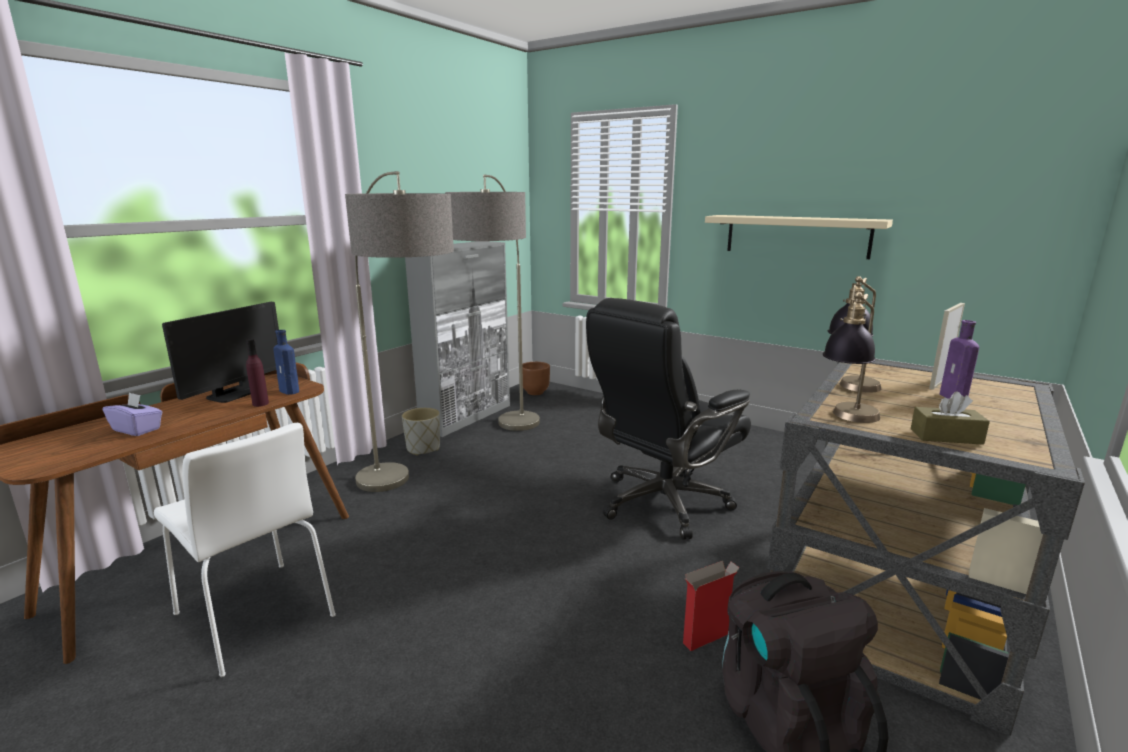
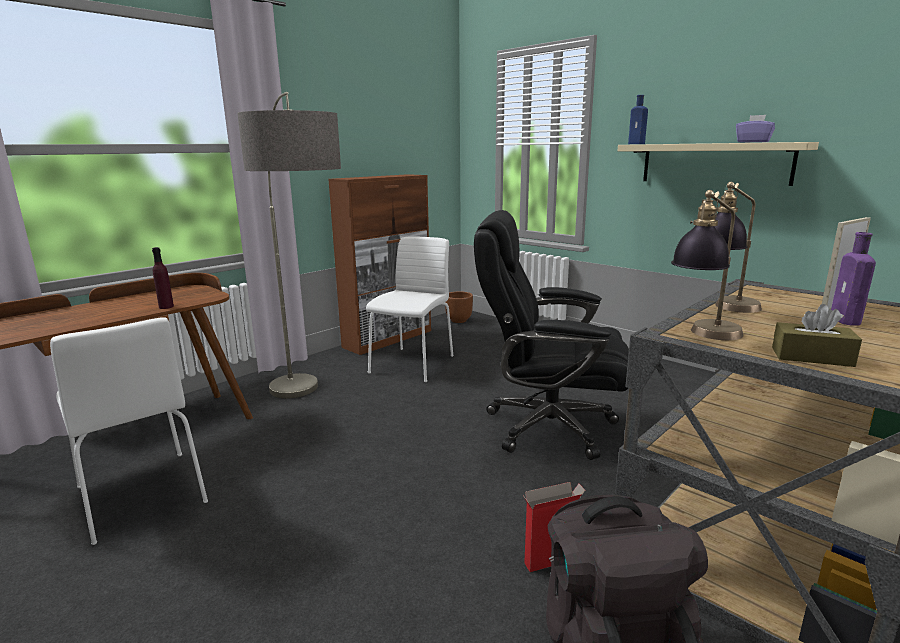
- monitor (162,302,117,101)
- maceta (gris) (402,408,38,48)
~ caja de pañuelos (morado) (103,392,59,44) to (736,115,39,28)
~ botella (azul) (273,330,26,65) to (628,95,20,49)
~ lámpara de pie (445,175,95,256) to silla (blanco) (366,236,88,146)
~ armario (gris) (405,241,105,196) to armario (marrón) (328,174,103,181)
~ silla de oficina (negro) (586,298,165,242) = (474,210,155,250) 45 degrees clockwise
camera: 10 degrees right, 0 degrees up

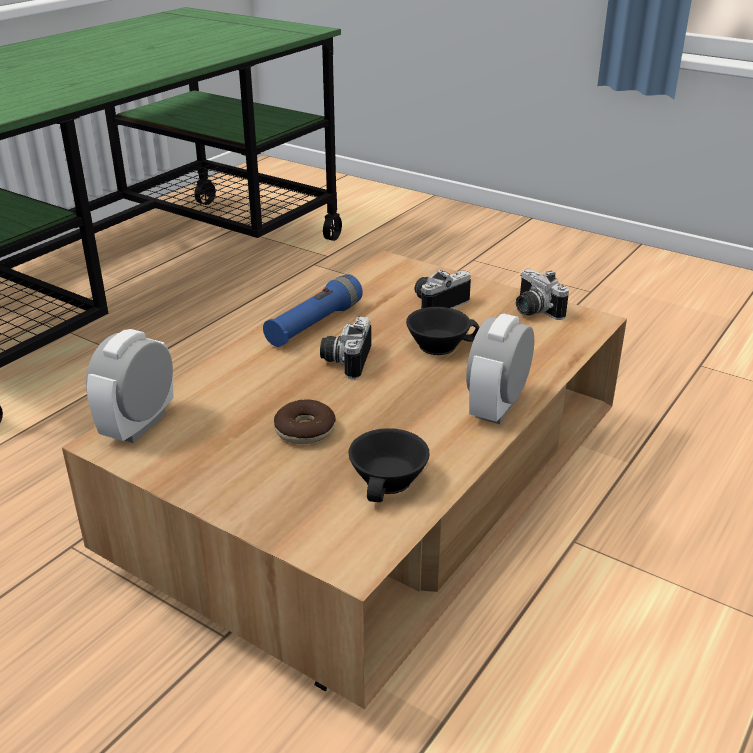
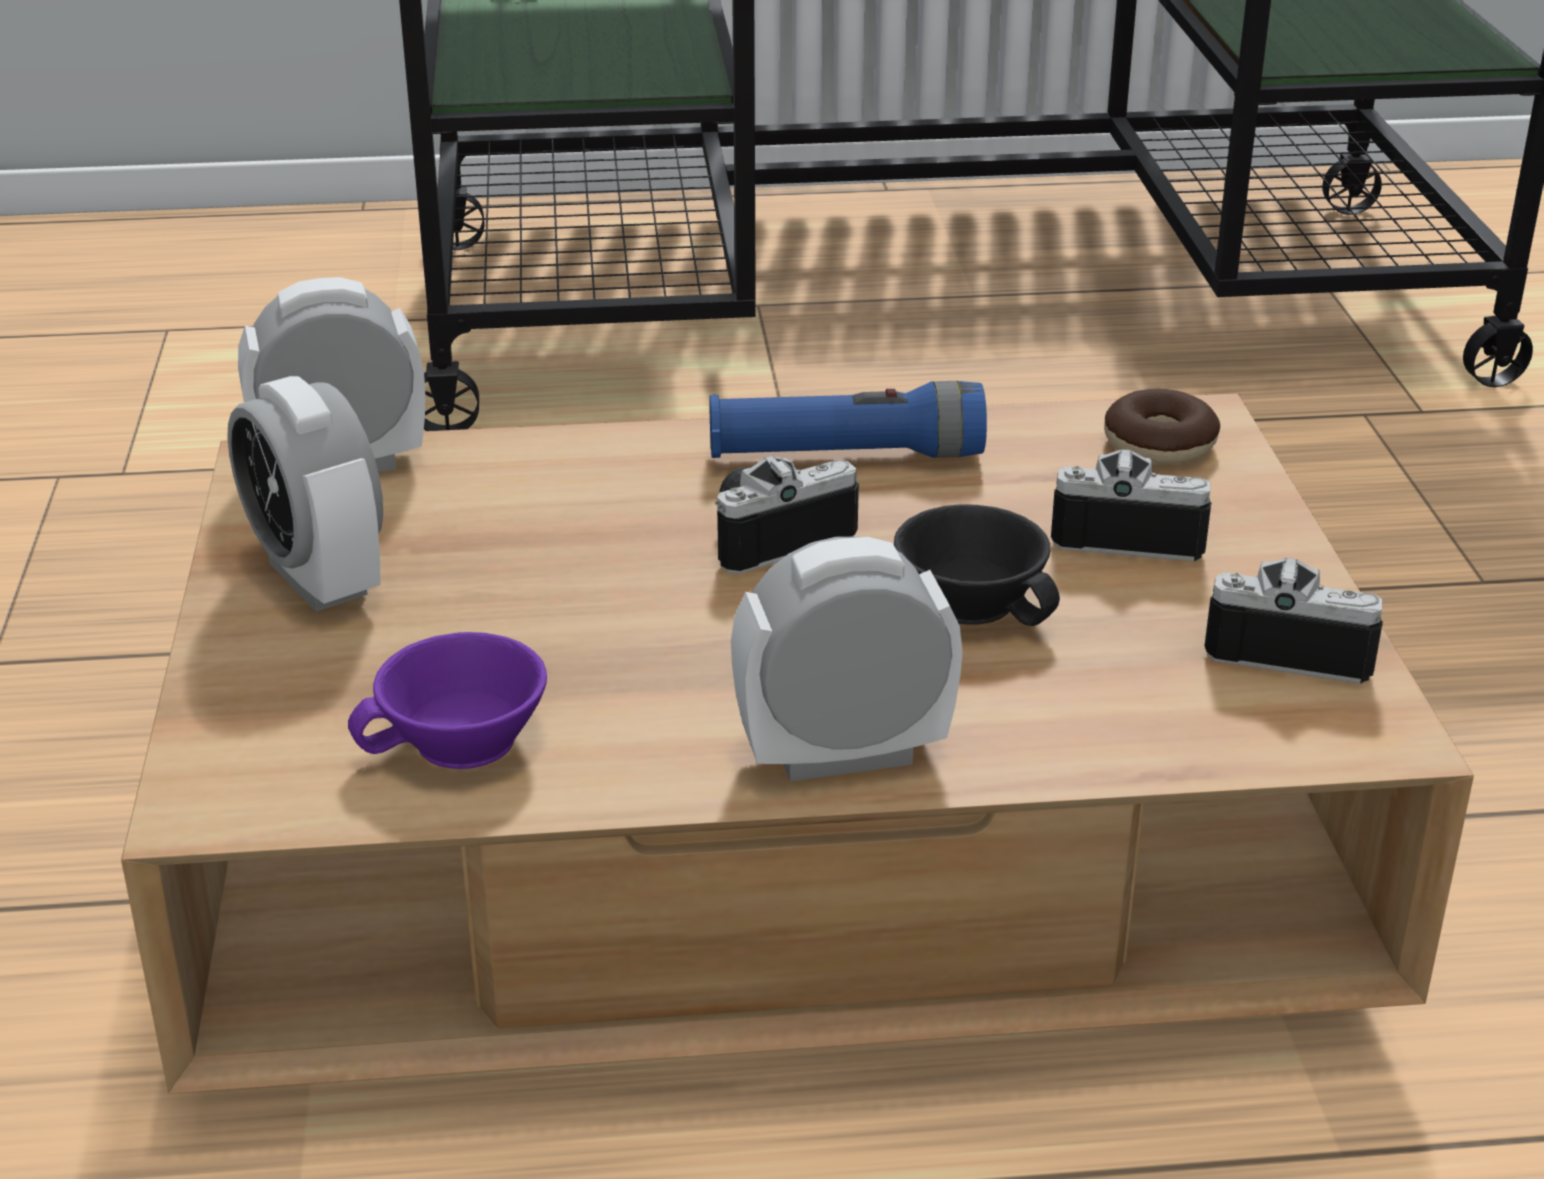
+ despertador (227,376,156,236)
~ rosquilla (274,400,62,44) to (1104,389,116,75)
~ taza (negro) (348,428,82,74) to taza (morado) (348,632,199,137)
~ cámara (516,269,53,51) = (1205,558,178,126) 90 degrees clockwise
camera: 50 degrees right, 0 degrees up

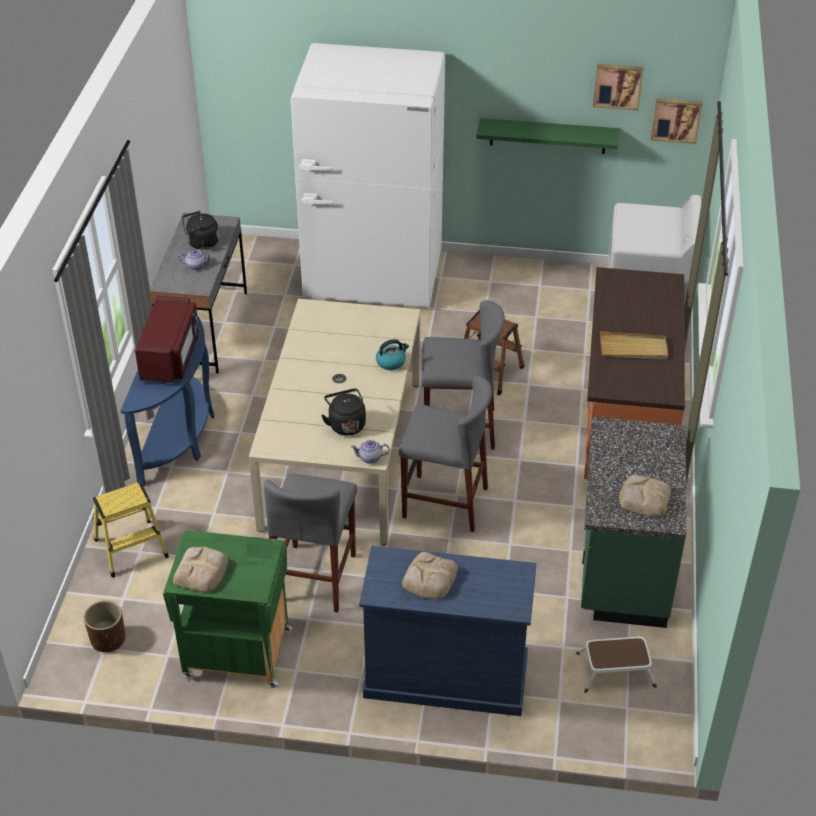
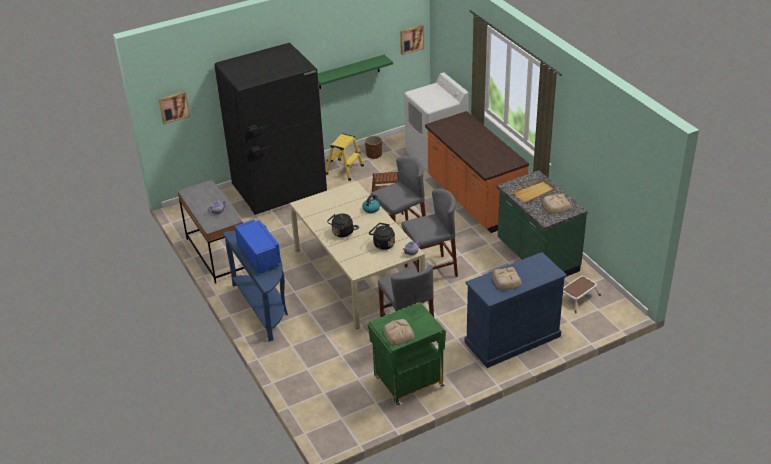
~ maceta (marrón) (84,600,41,52) to (365,136,17,23)
~ escalera de tijera (amarillo) (93,481,76,97) to (326,133,38,48)
~ hervidor (negro) (182,211,37,38) to (327,214,27,23)
~ cuadro (593,64,51,47) to (158,91,32,33)
~ bandeja (beis) (600,331,68,29) to (513,180,42,22)
~ microondas (rojo) (135,296,64,88) to microondas (azul) (235,219,46,55)
~ nevera (blanco) (291,43,154,264) to nevera (negro) (214,43,113,172)
camera: 35 degrees left, 5 degrees down

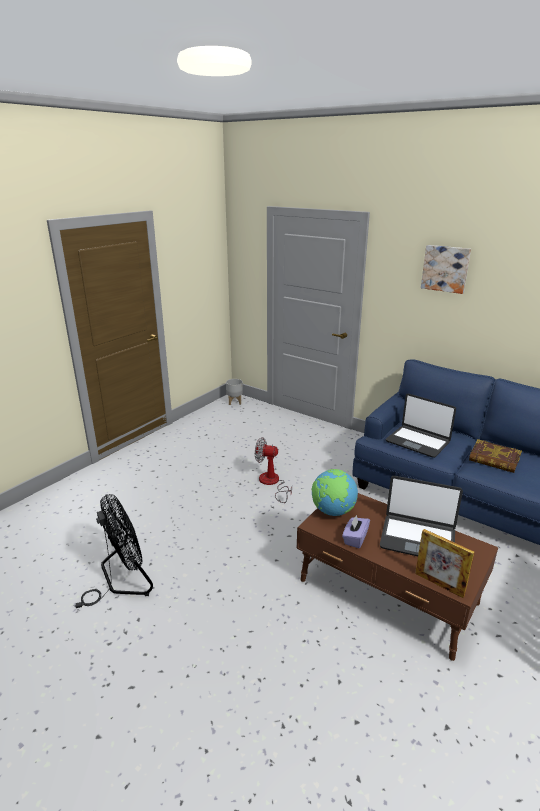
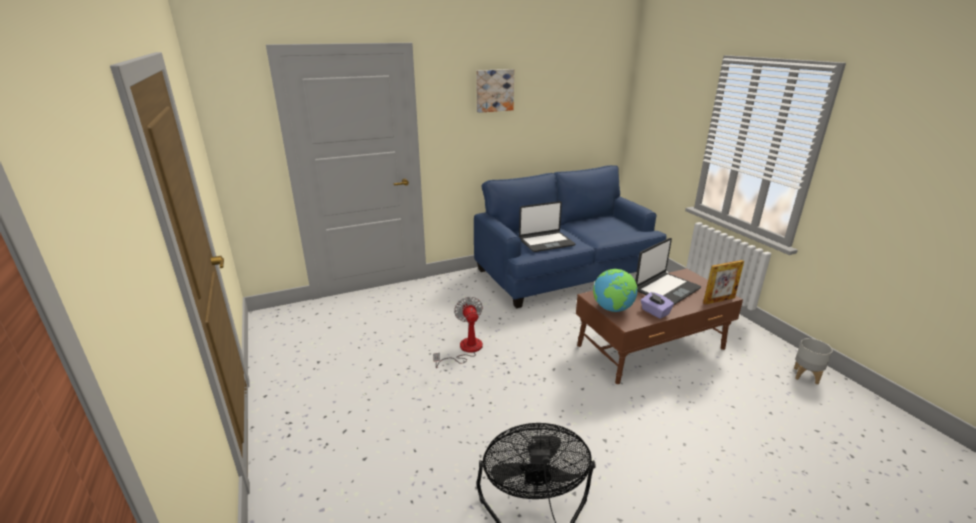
- libro (469,439,53,34)
~ maceta (gris) (226,379,17,26) to (794,338,39,46)
~ ventilador (255,437,37,66) = (433,296,50,72) 120 degrees clockwise
camera: 60 degrees left, 0 degrees up

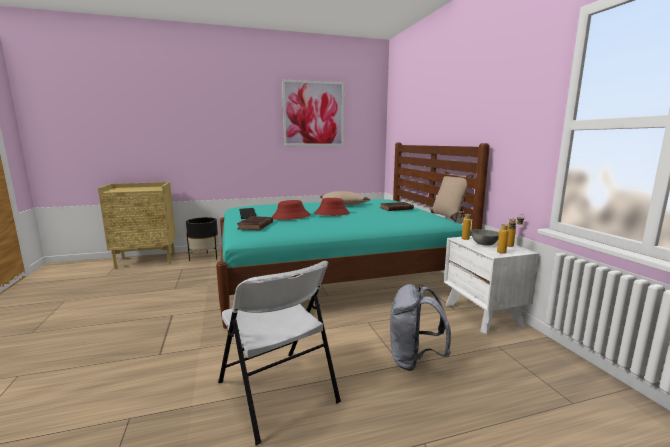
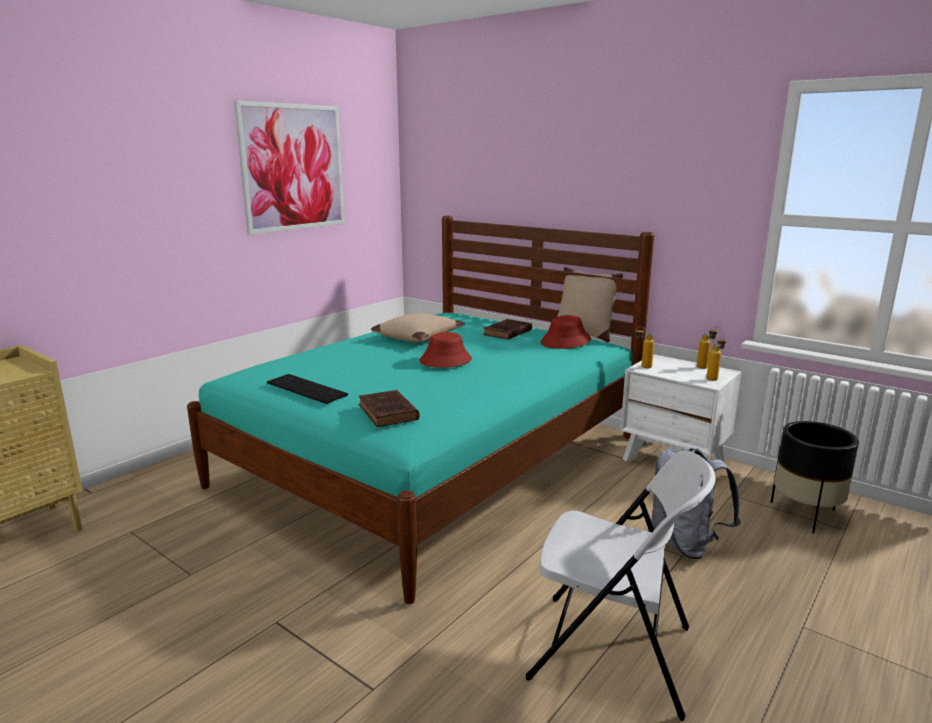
- cuenco (gris) (471,229,28,17)
~ maceta (negro) (186,217,33,44) to (771,421,88,112)
~ sombrero (rojo) (272,200,39,20) to (541,315,50,34)
camera: 35 degrees left, 5 degrees up

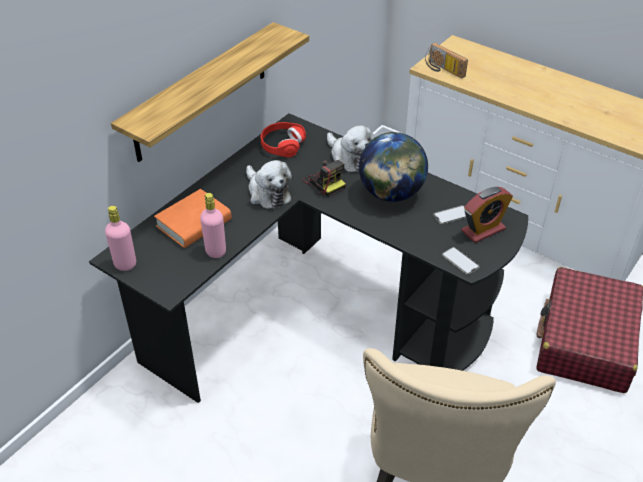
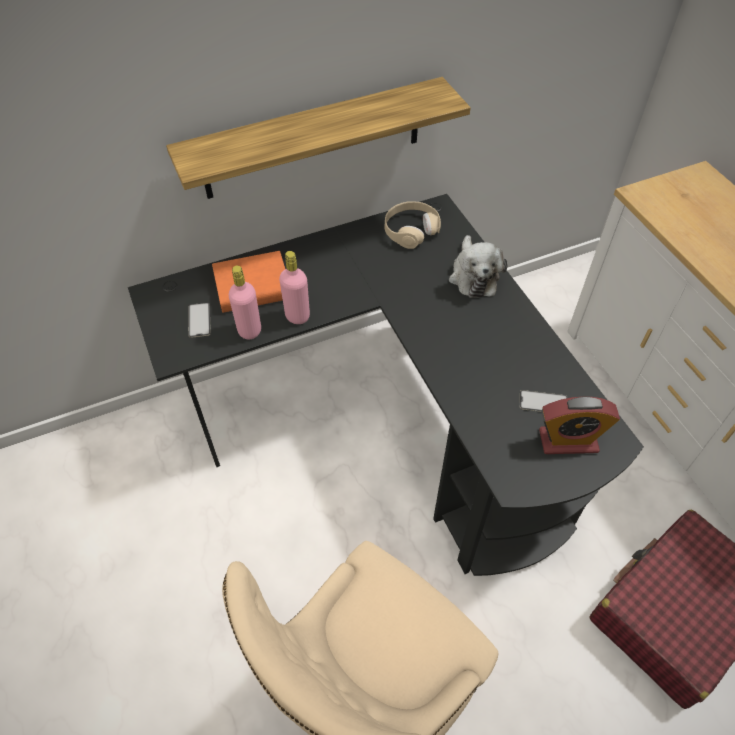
- peluche (246,160,47,49)
- cámara (302,160,44,37)
- globo terráqueo (359,132,69,70)
- radio (425,43,43,35)
~ botella (rosa) (105,206,31,65) to (279,251,31,73)
~ móvil (442,247,38,28) to (188,303,23,35)
~ auriculares (rojo) (261,122,45,35) to auriculares (beis) (385,201,56,48)
camera: 30 degrees right, 10 degrees up

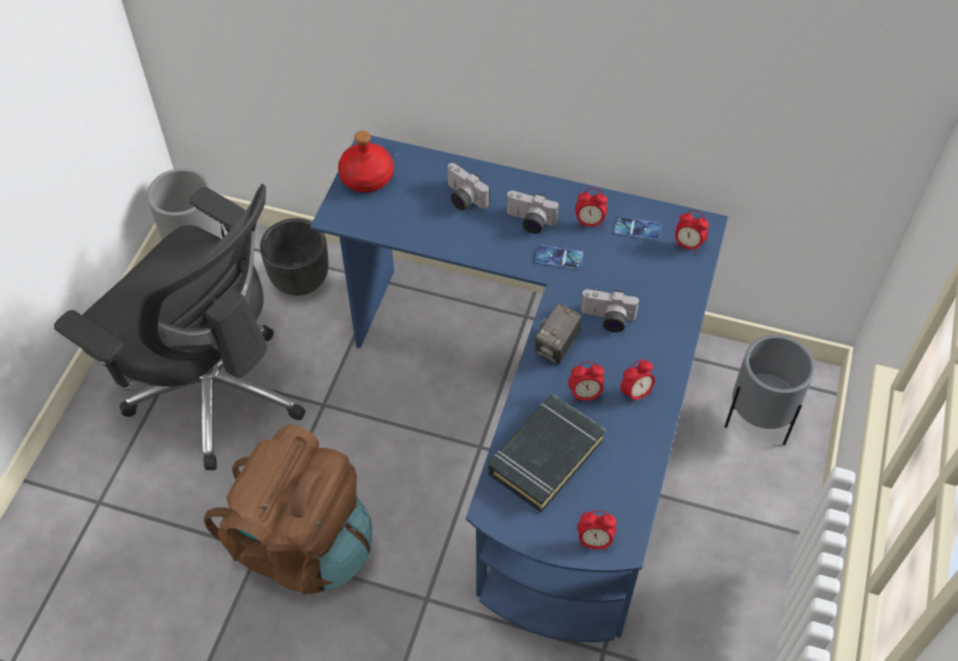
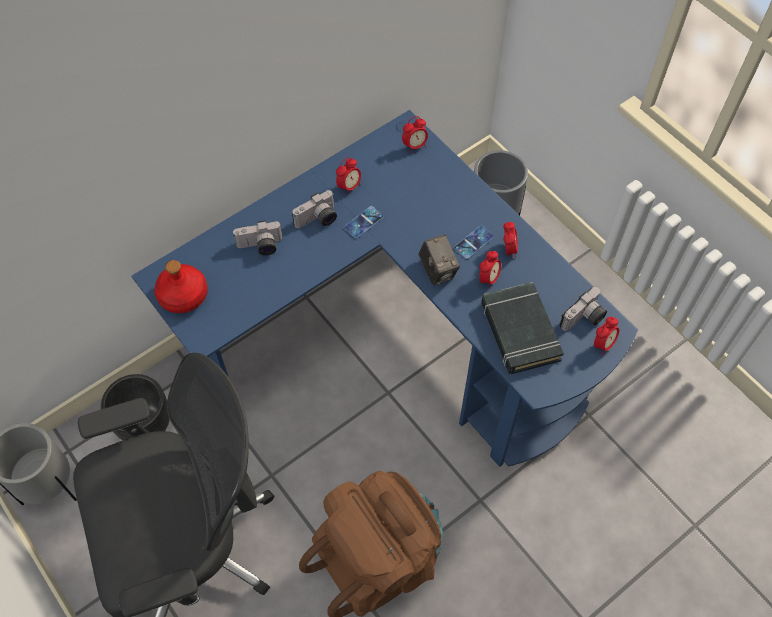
~ cámara (581,289,59,43) to (560,287,47,44)
~ móvil (614,217,47,23) to (454,225,40,34)
camera: 55 degrees left, 5 degrees up

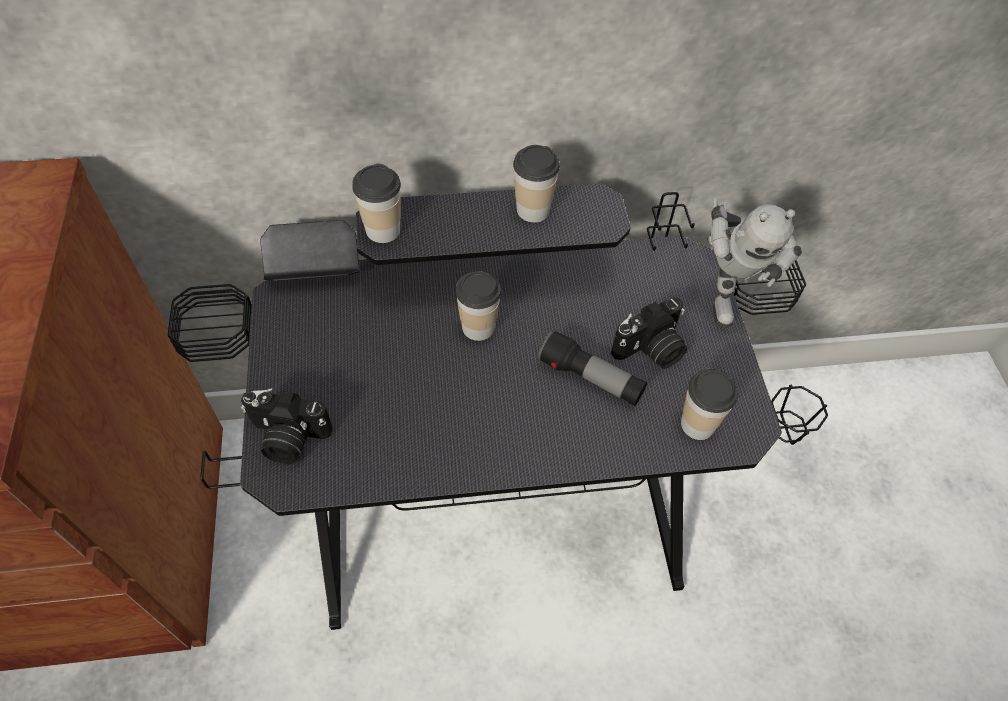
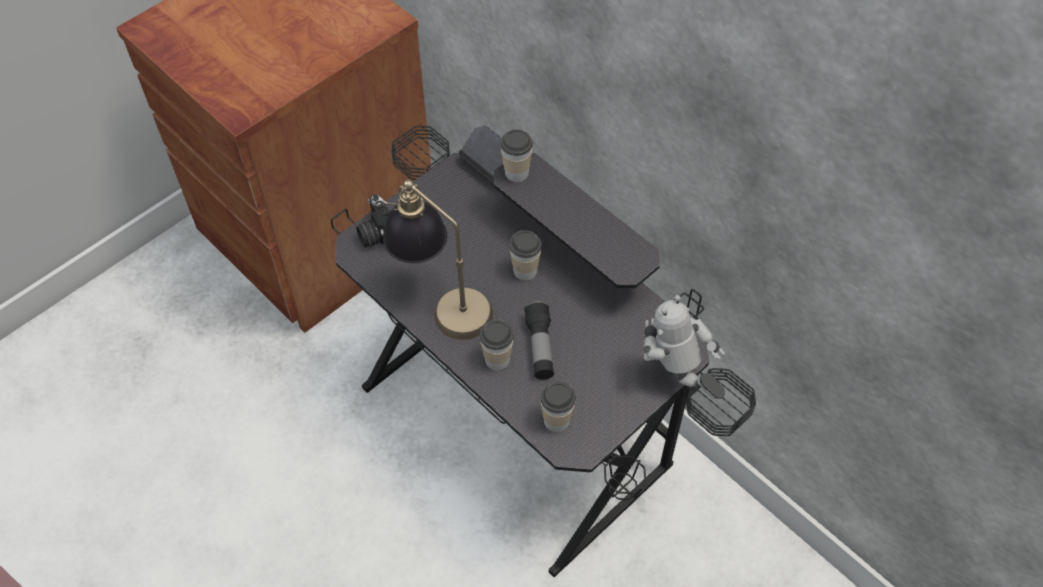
- cámara (611,298,76,71)
+ lámpara de mesa (383,180,110,160)
~ taza (513,145,47,78) to (480,319,34,51)
~ robot de juguete (707,199,95,130) = (643,295,82,104) 90 degrees clockwise
camera: 55 degrees right, 0 degrees up

